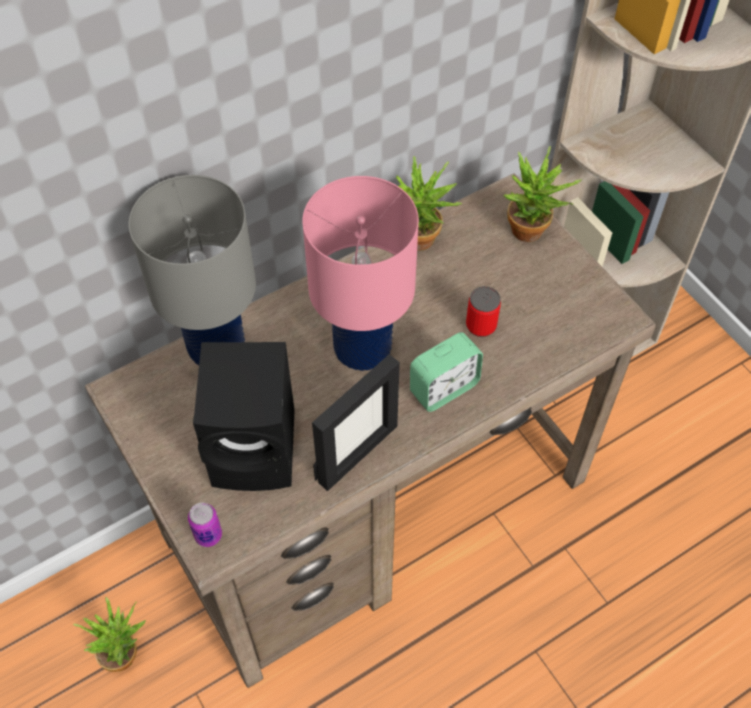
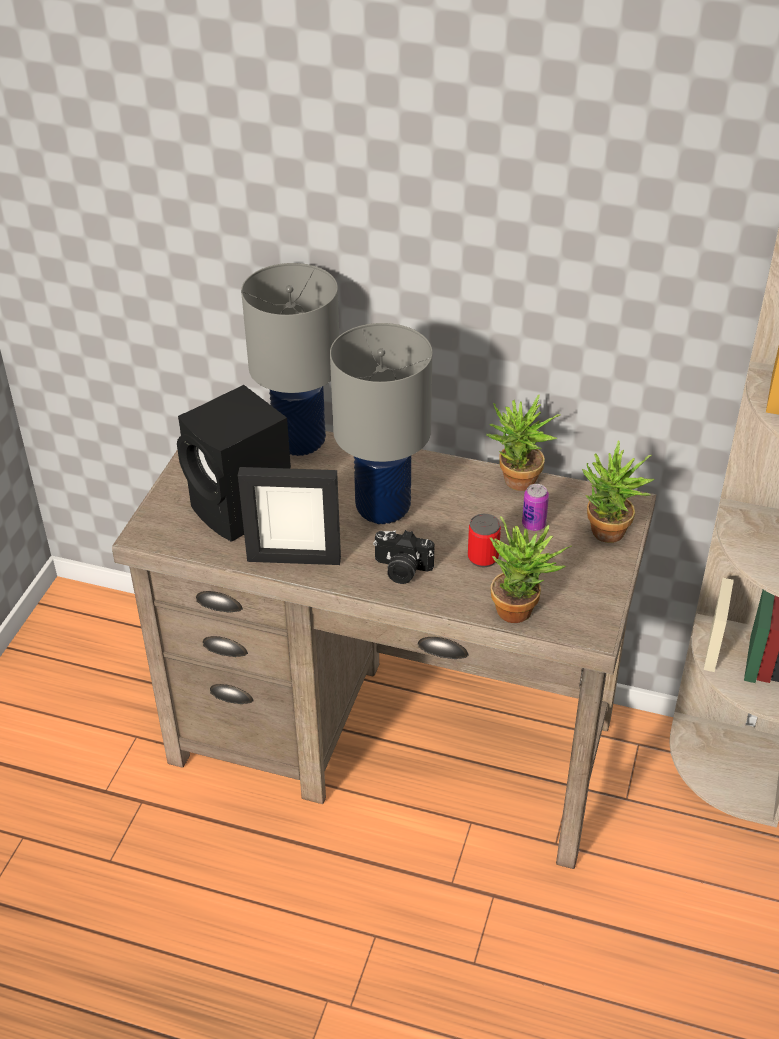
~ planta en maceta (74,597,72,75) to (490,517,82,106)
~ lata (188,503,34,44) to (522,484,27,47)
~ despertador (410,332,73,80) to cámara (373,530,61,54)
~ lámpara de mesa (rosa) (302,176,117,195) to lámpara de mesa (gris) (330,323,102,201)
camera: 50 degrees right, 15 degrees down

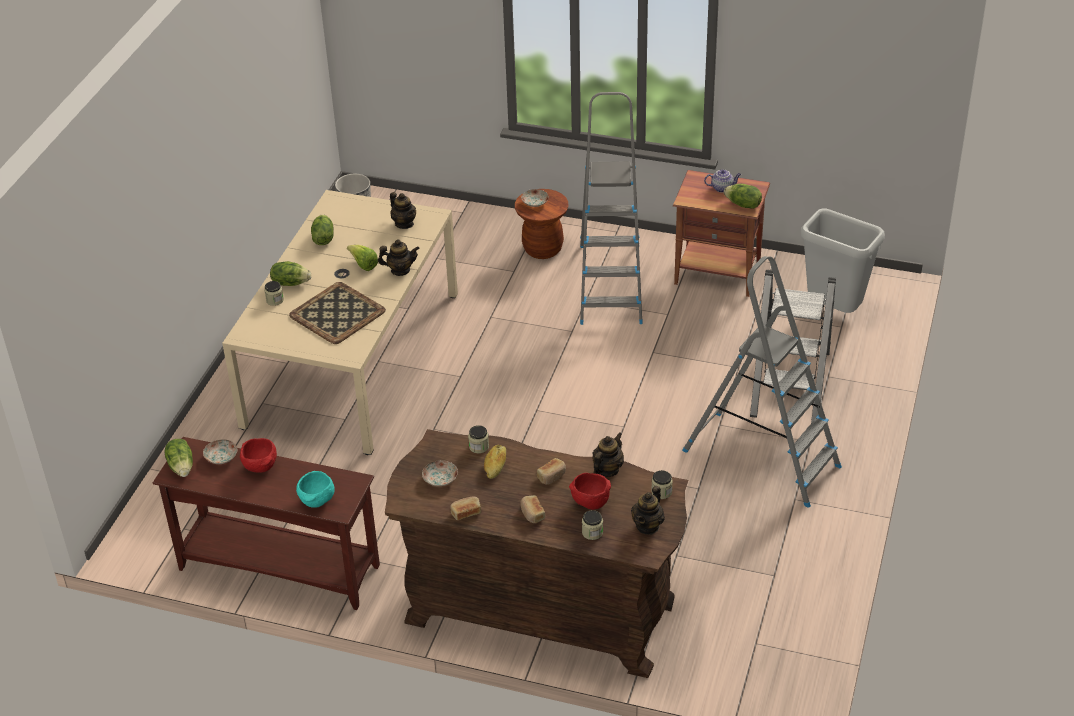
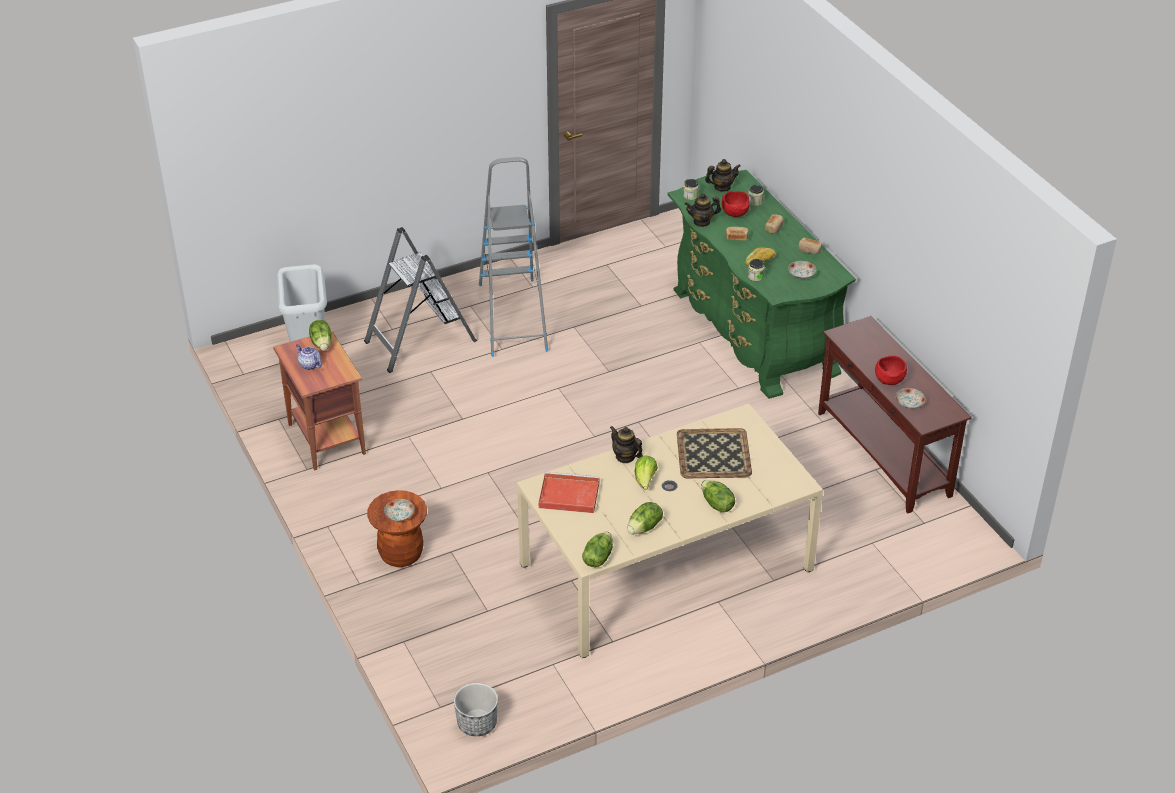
- tarro (264,281,20,25)
- cuenco (turquesa) (296,471,39,37)
- escalera de tijera (gris) (580,92,63,233)
~ lechuga (165,439,28,38) to (582,532,31,35)
~ tetera (390,192,26,37) to bandeja (rojo) (539,472,61,41)
~ cómoda (marrón) (385,429,303,249) to cómoda (verde) (668,170,188,229)
camera: 135 degrees left, 0 degrees up

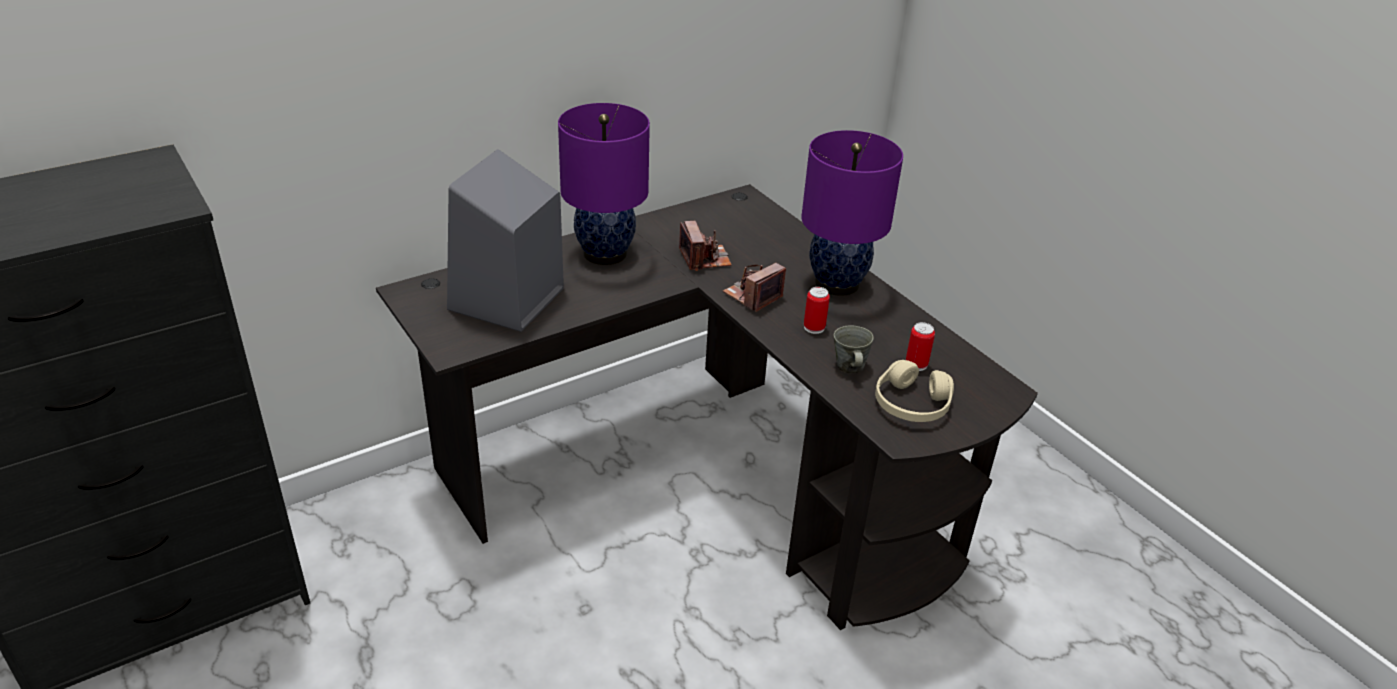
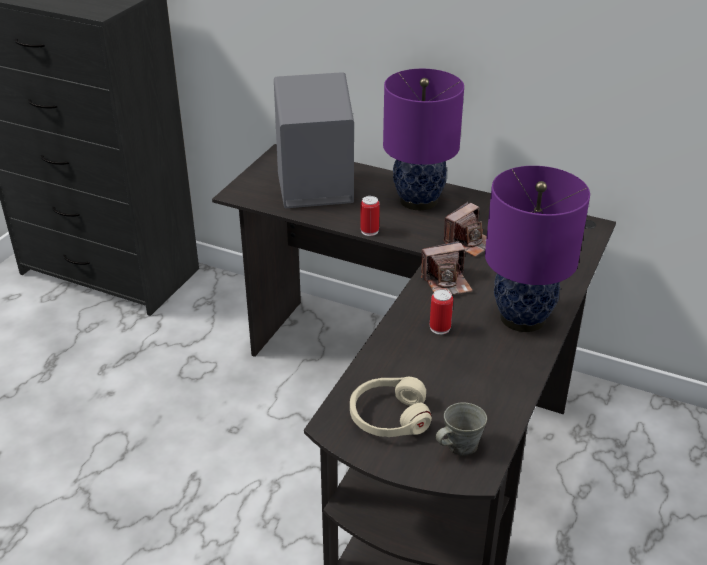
~ taza grande (gris) (834,325,40,48) to (435,402,52,54)
~ lata (906,322,29,49) to (360,196,20,40)
~ cámara (723,263,63,49) = (421,241,52,54) 150 degrees clockwise
camera: 60 degrees right, 0 degrees up

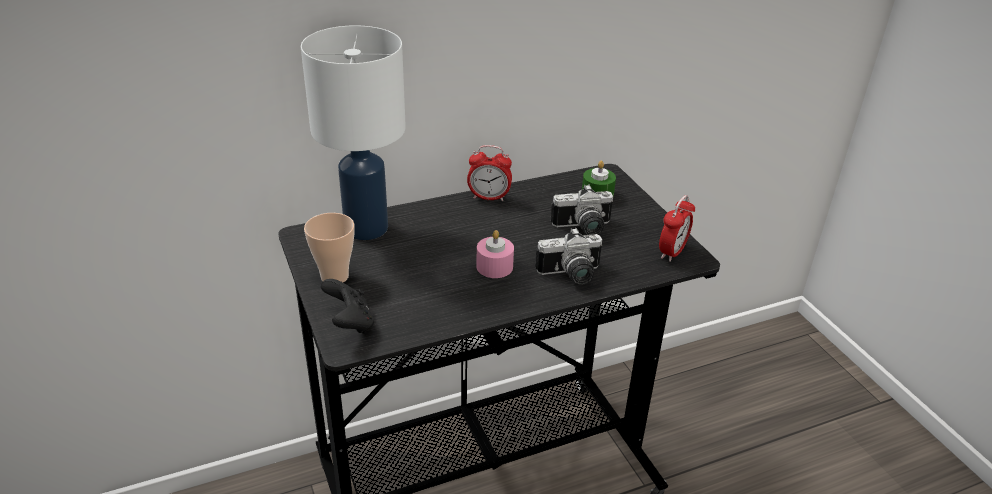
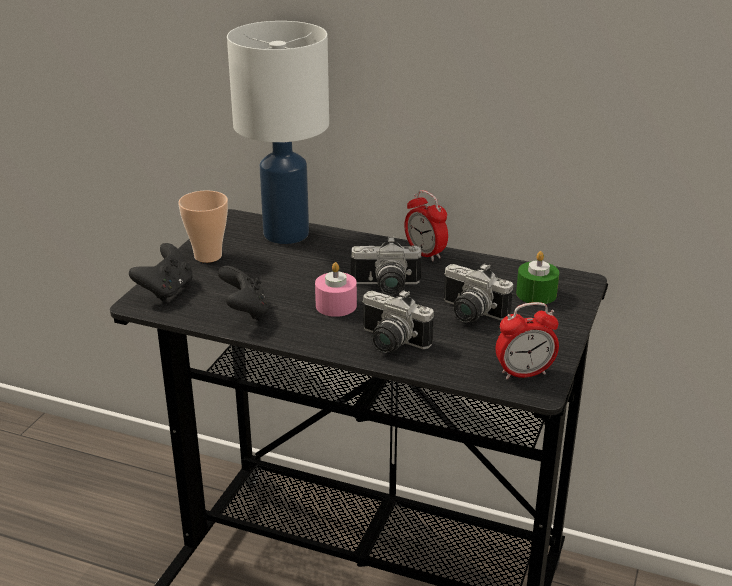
+ mando de consola (negro) (218,266,51,54)
+ cámara (350,236,72,59)
camera: 45 degrees right, 5 degrees down

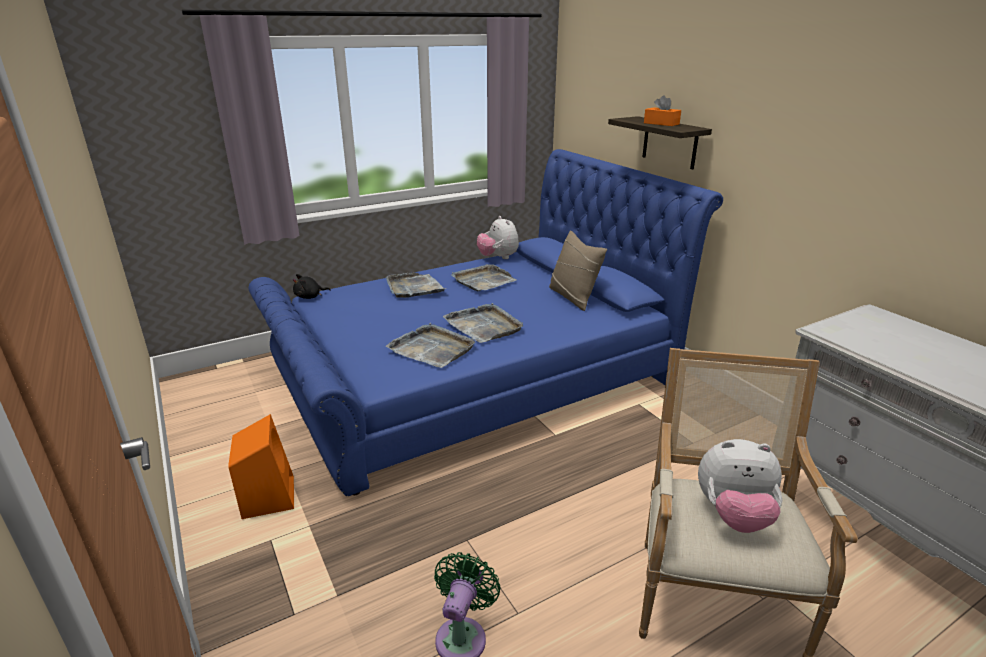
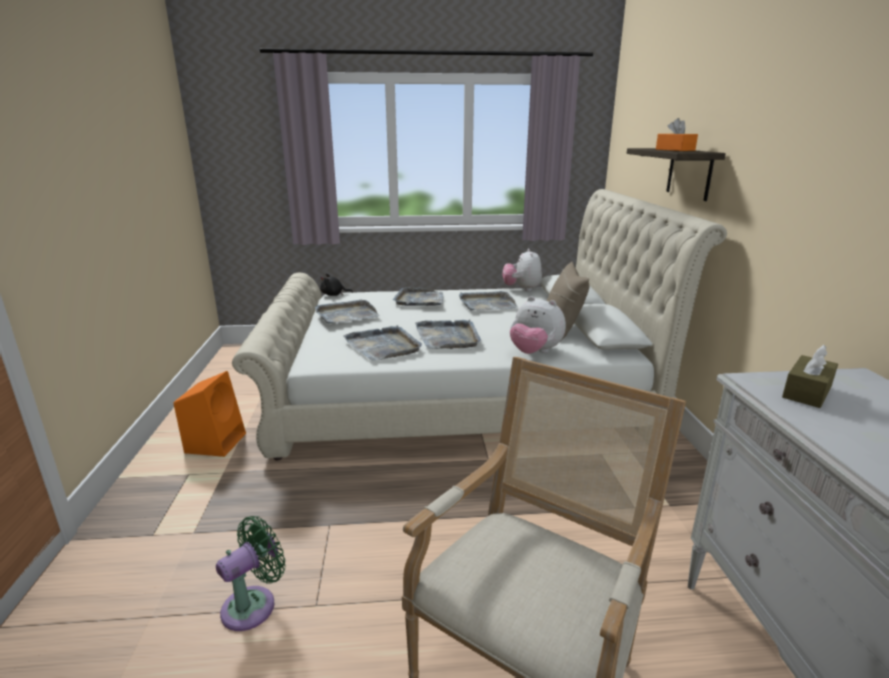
+ bandeja (gris) (315,300,65,24)
+ caja de pañuelos (marrón) (782,345,56,63)
~ peluche (698,439,84,94) to (510,296,56,58)
~ cama (azul) (248,149,475,347) to cama (beis) (232,189,495,271)
camera: 25 degrees right, 5 degrees down

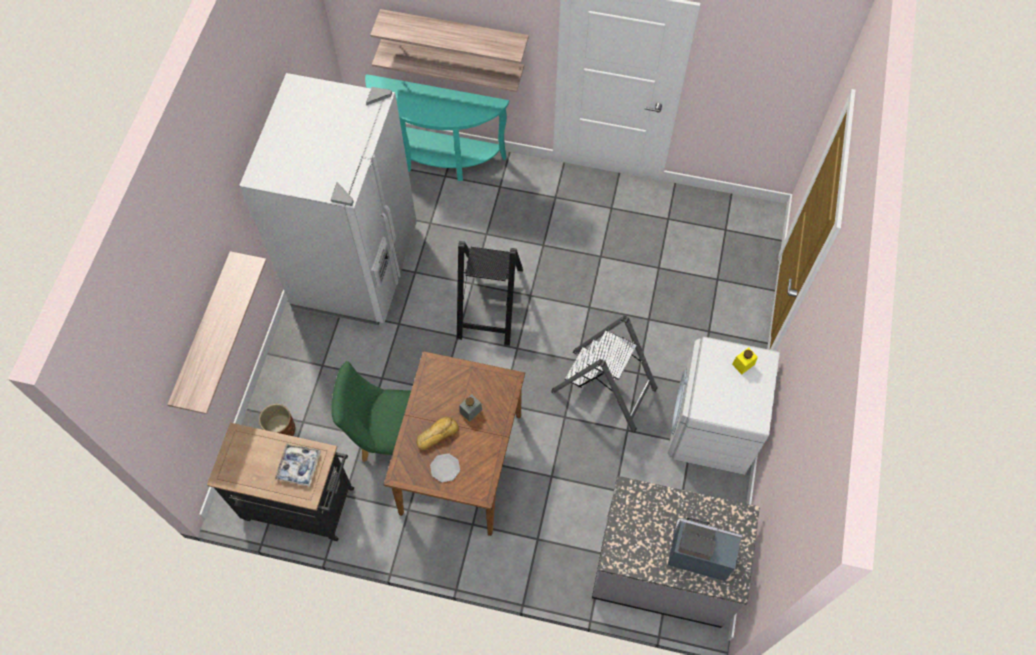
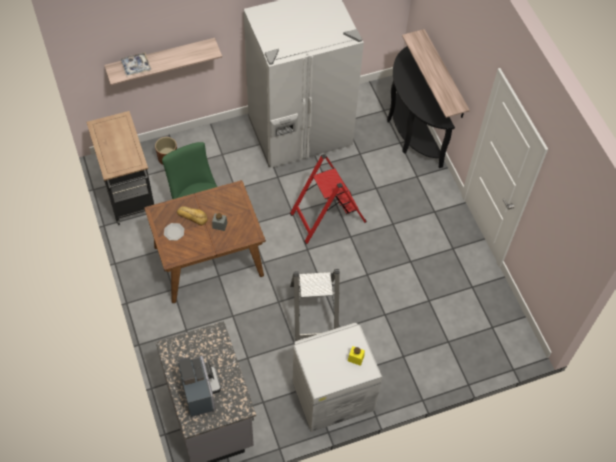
- estante (370,9,159,55)
~ bandeja (275,443,46,43) to (120,52,31,25)
~ mesa consola (turquesa) (365,74,144,107) to mesa consola (negro) (387,46,68,122)
~ escalera de tijera (negro) (457,241,66,106) to escalera de tijera (rojo) (290,154,77,90)
camera: 55 degrees right, 5 degrees down

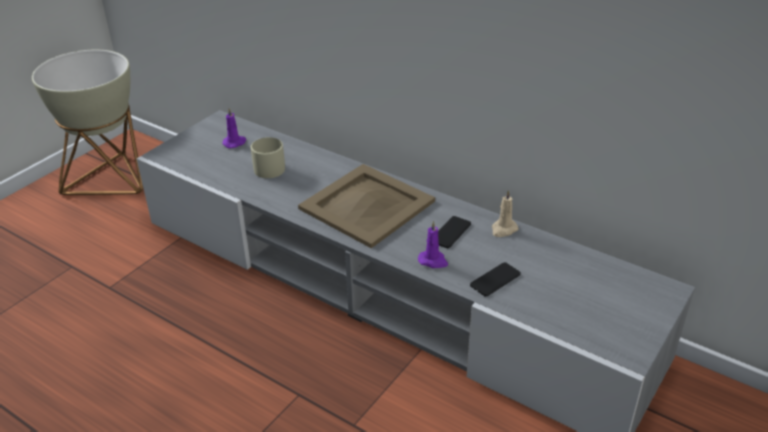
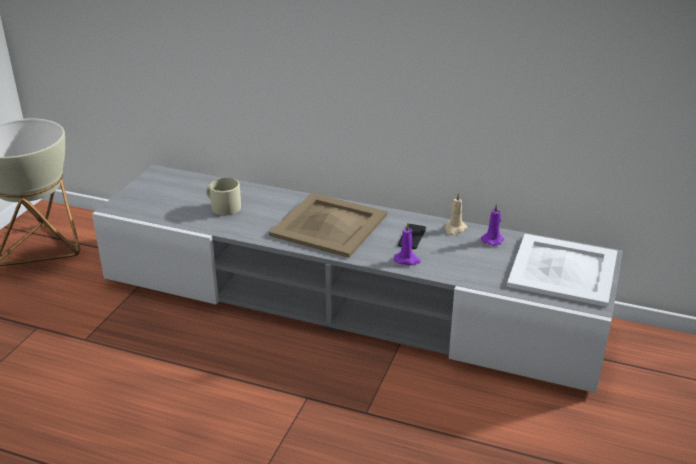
- móvil (470,262,51,35)
+ bandeja (blanco) (507,234,110,73)
~ vela (morado) (223,108,24,40) to (481,204,23,42)
camera: 15 degrees left, 5 degrees down

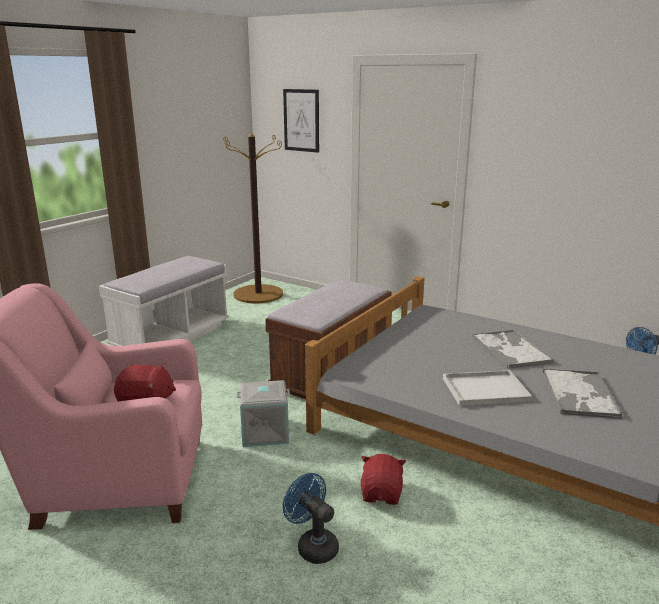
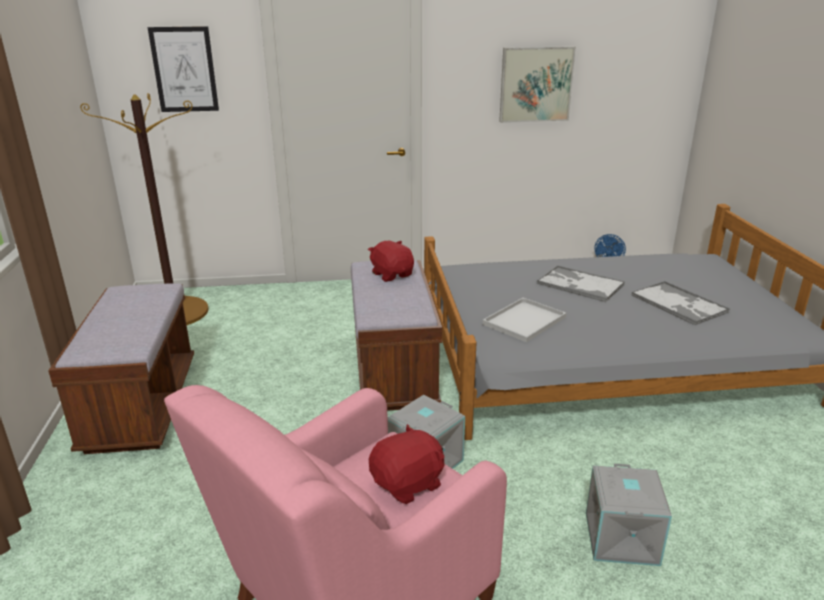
+ cuadro (499,46,77,77)
~ peluche (rojo) (361,454,45,51) to (368,241,46,41)
~ bandeja (blanco) (443,370,89,36) to (482,297,84,45)
~ ventilador (azul) (283,473,56,91) to caja de almacenaje (gris) (586,464,86,102)
~ banco (blanco) (99,256,130,90) to banco (marrón) (48,283,146,171)
camera: 40 degrees left, 5 degrees up

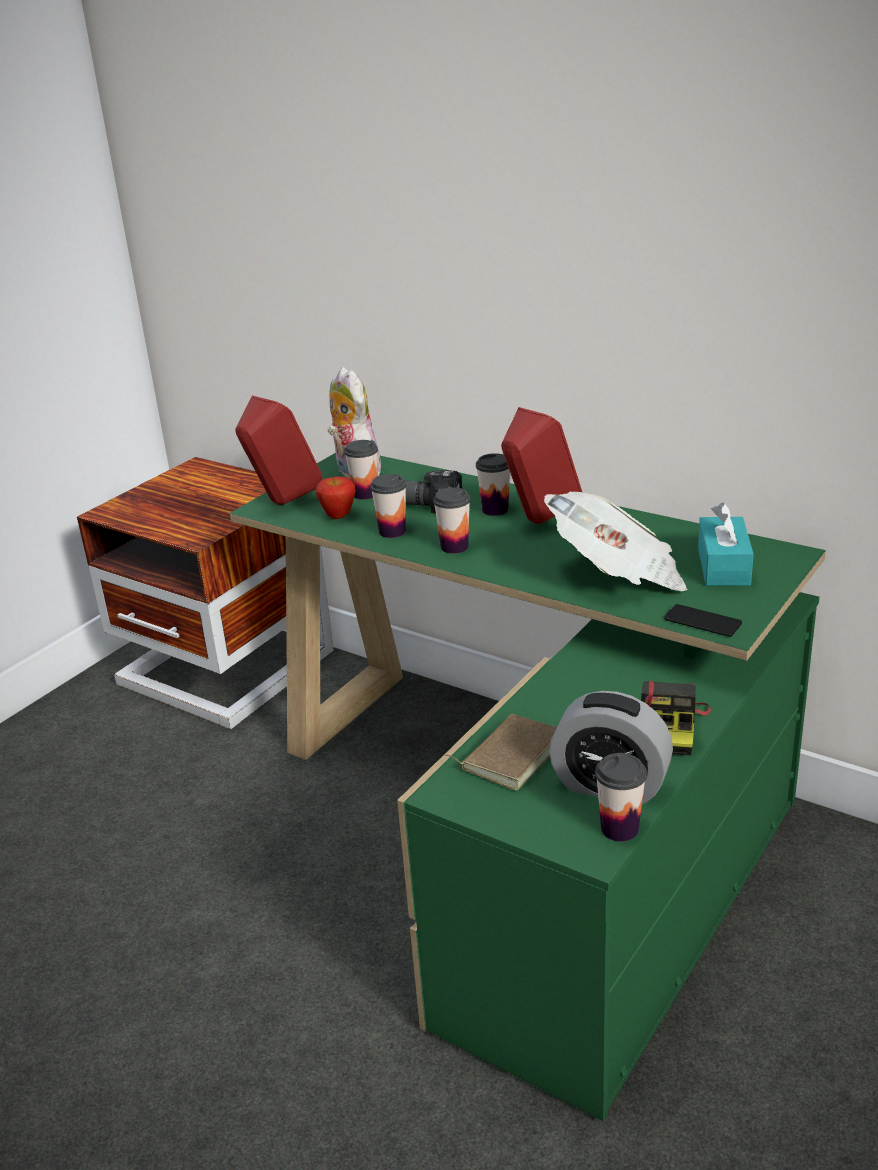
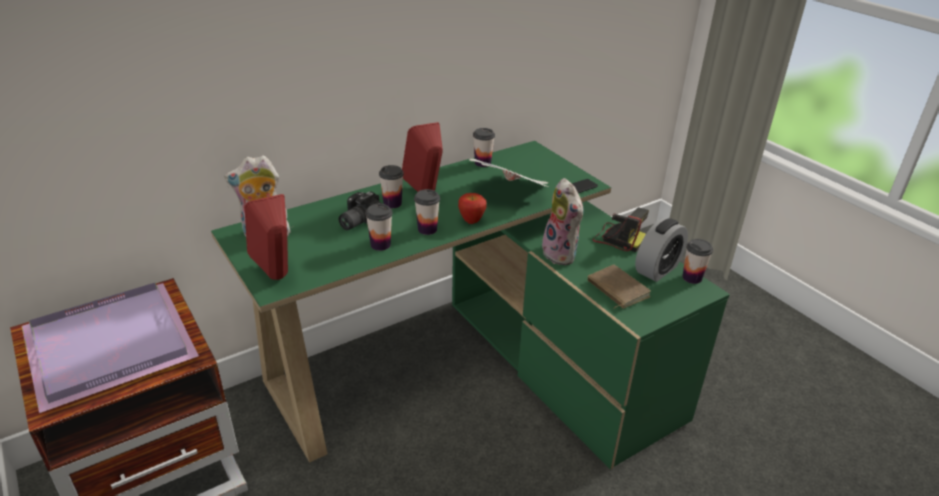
- caja de pañuelos (turquesa) (698,502,56,84)
+ bandeja (morado) (22,283,177,130)
+ peluche (542,178,42,87)
~ manzana (316,476,40,43) to (458,193,29,31)
~ taza (344,440,34,60) to (473,128,22,39)
camera: 70 degrees left, 5 degrees up

